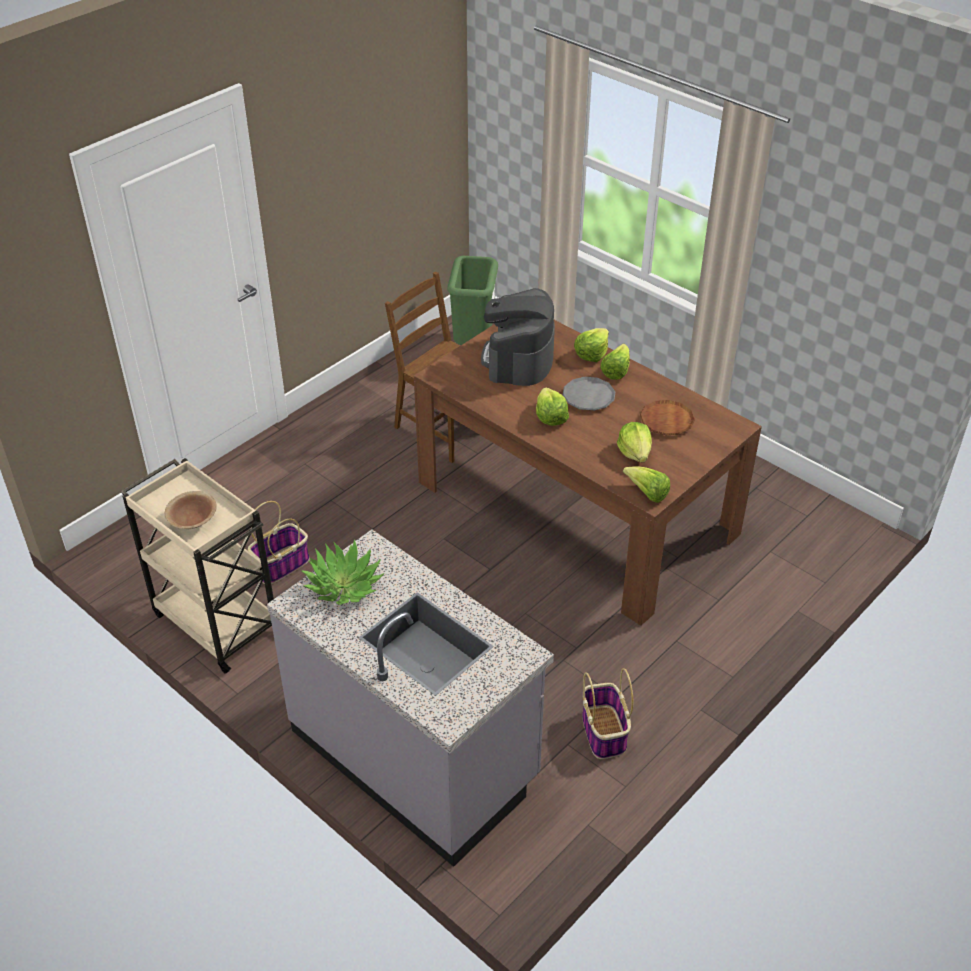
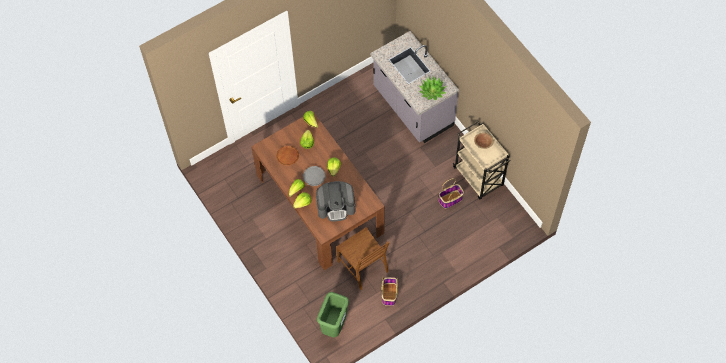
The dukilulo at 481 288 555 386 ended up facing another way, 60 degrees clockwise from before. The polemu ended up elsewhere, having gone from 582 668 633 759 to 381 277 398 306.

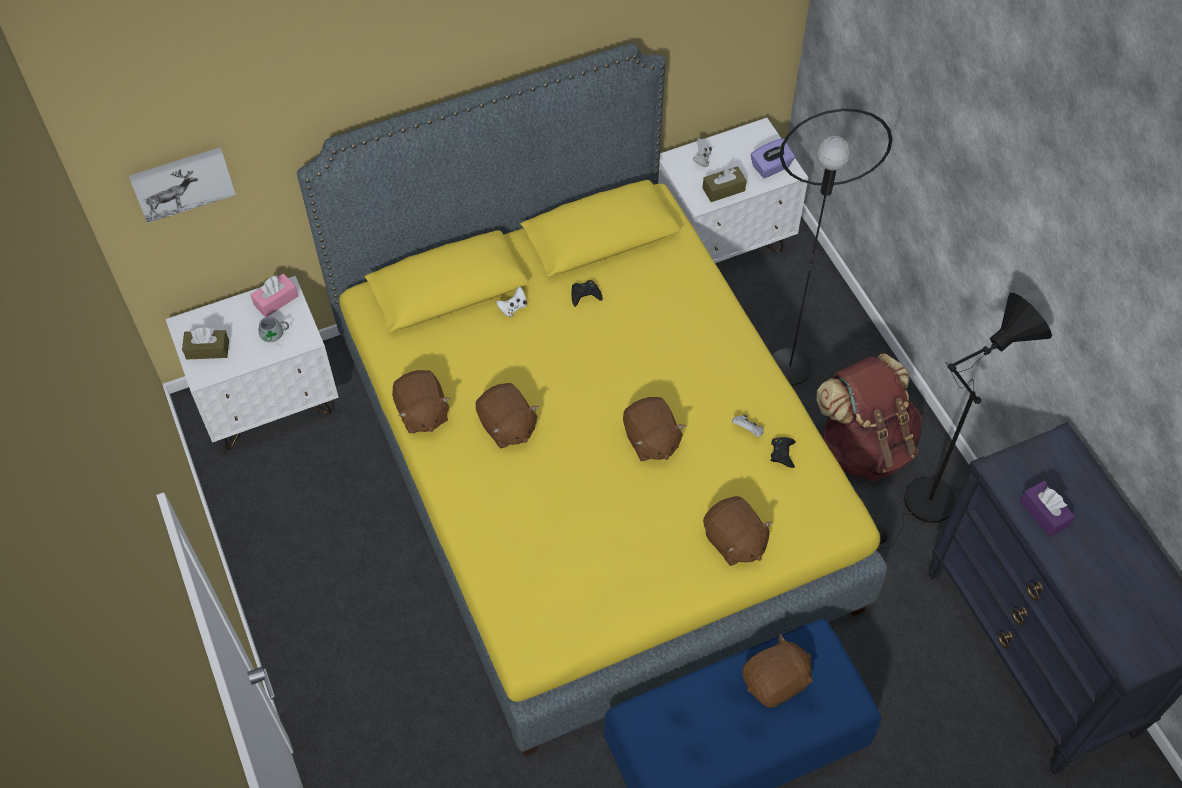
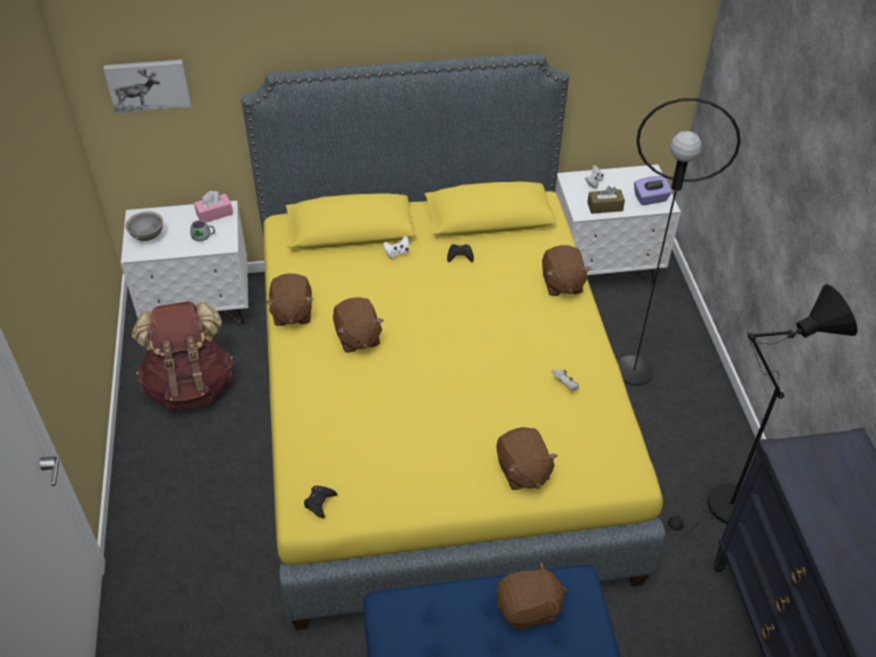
Where the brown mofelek stood at 182 327 229 360, the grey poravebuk came to stand at 125 211 163 241. The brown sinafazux ended up elsewhere, having gone from 623 397 685 461 to 542 245 591 296. The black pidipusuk ended up elsewhere, having gone from 771 437 796 468 to 304 486 337 519. The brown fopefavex ended up elsewhere, having gone from 816 353 922 481 to 132 301 233 410. The second view lost the purple mofelek at 1020 481 1075 537.

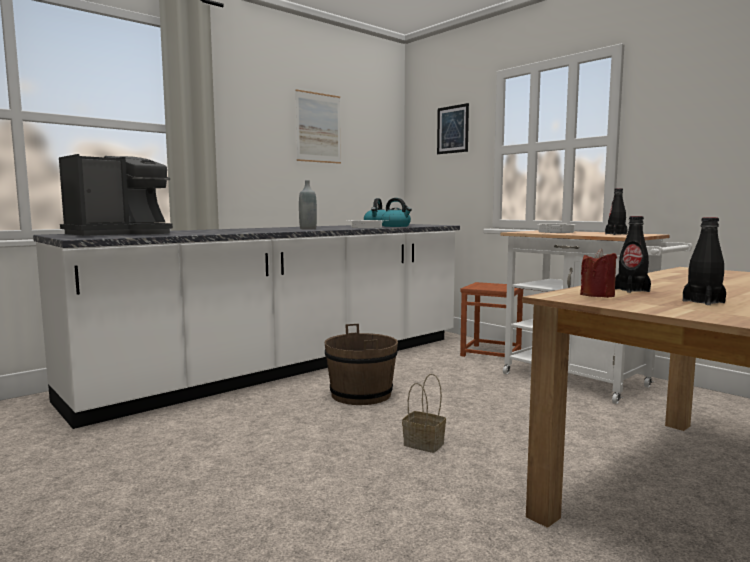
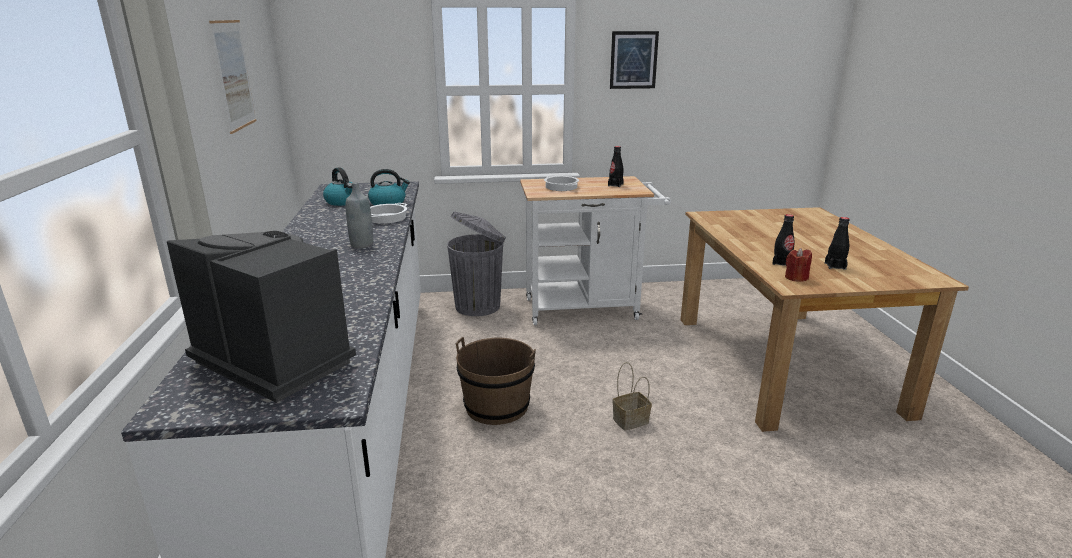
The dukilulo at 59 154 173 236 ended up facing another way, 45 degrees counterclockwise from before. The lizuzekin ended up elsewhere, having gone from 437 103 469 154 to 610 31 659 89. Where the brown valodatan stood at 460 282 523 357, the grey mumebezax came to stand at 447 211 506 316.

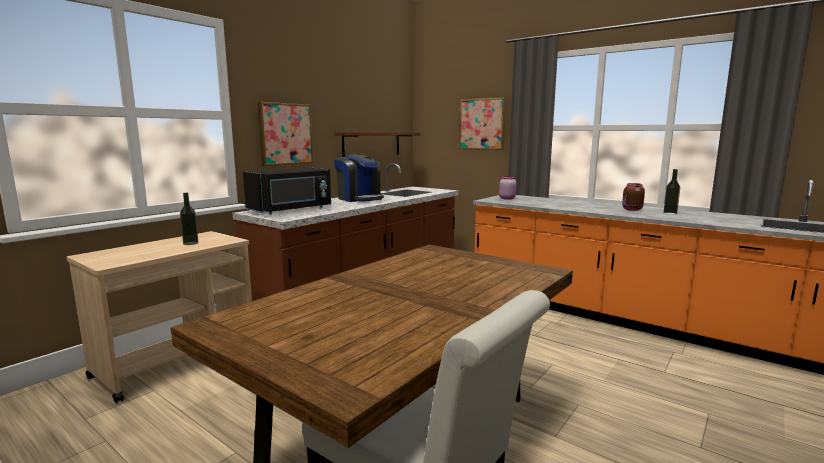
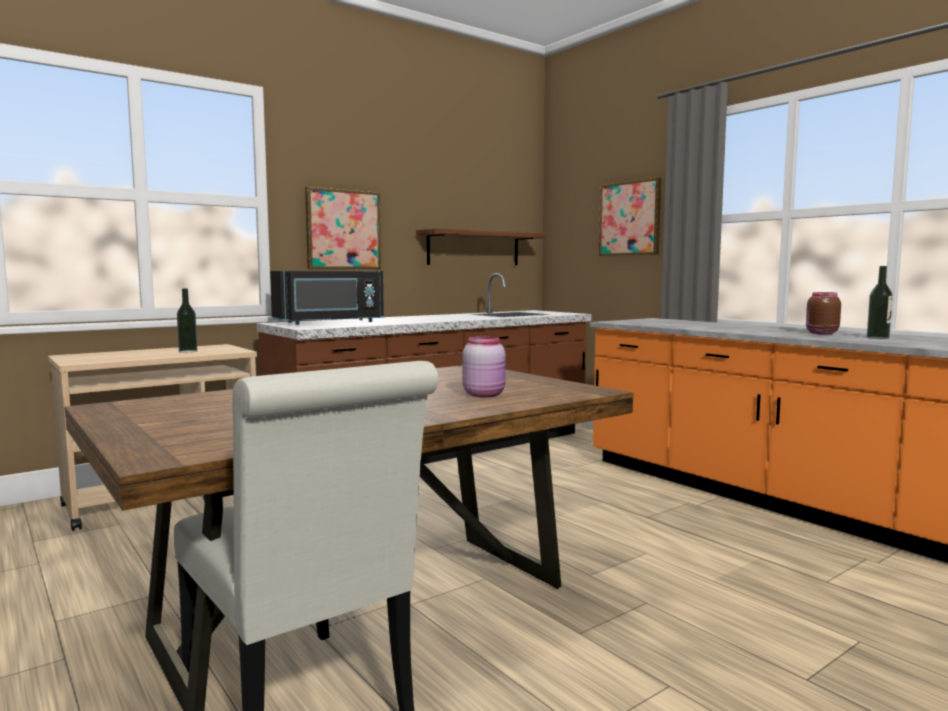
The second view lost the dukilulo at 334 154 384 202. The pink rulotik ended up elsewhere, having gone from 499 176 517 200 to 463 336 506 397.

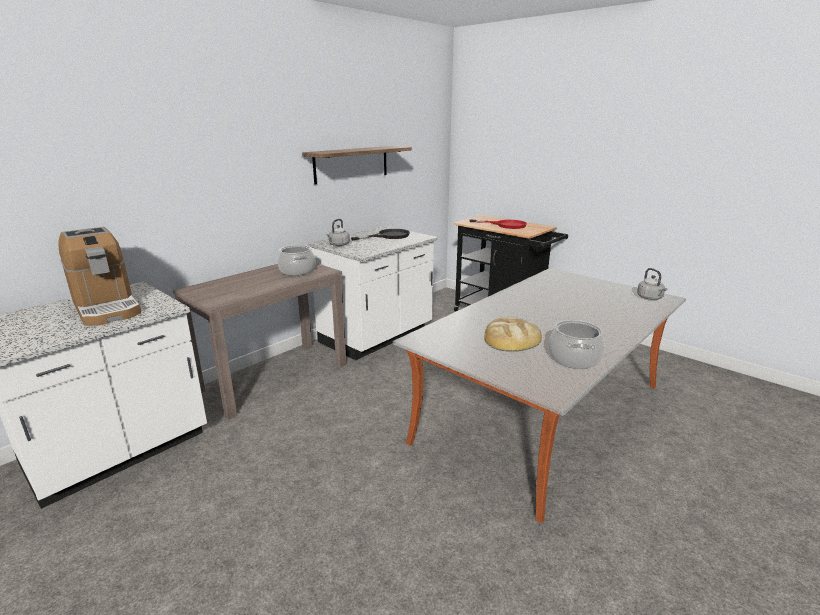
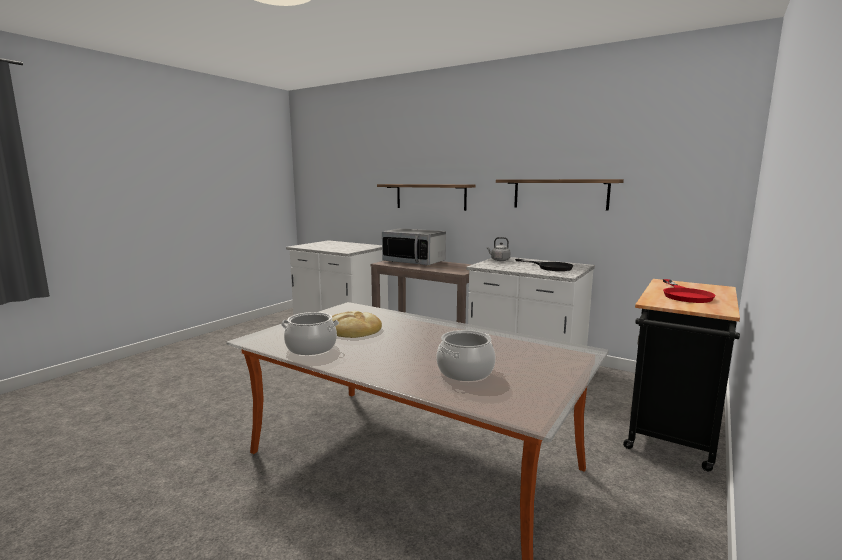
The second view lost the dukilulo at 58 227 141 326. The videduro ended up elsewhere, having gone from 277 245 316 275 to 437 330 495 381. The second view lost the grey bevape at 637 268 667 300. The second view gained the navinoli at 377 184 476 211. The second view gained the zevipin at 382 228 446 266.

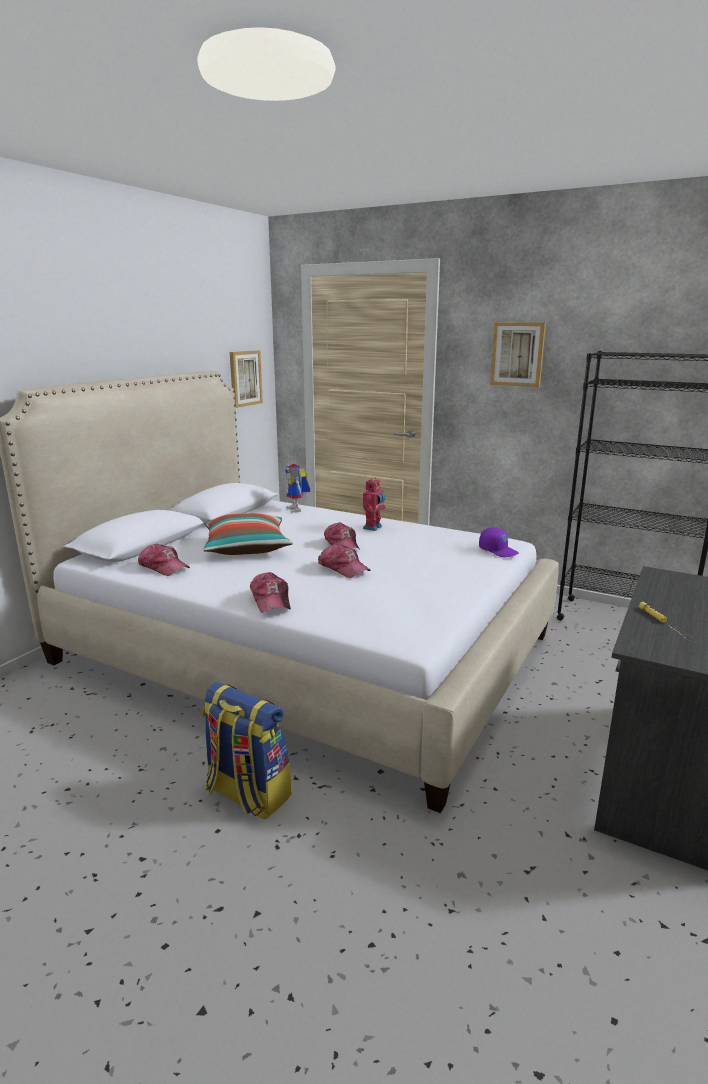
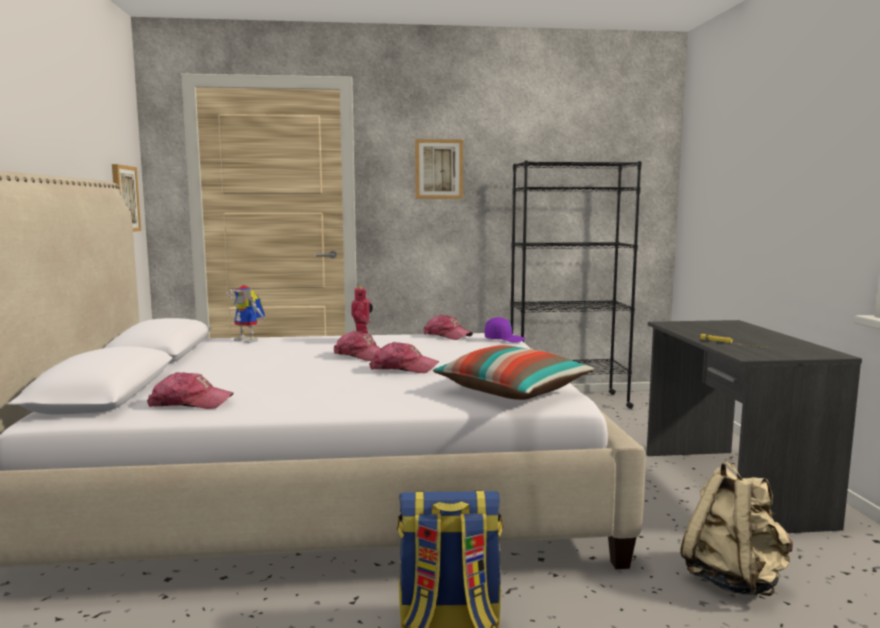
The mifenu ended up elsewhere, having gone from 203 513 293 555 to 433 345 594 400. The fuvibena ended up elsewhere, having gone from 250 572 291 613 to 424 314 473 340. The second view gained the beige fopefavex at 680 461 793 596.

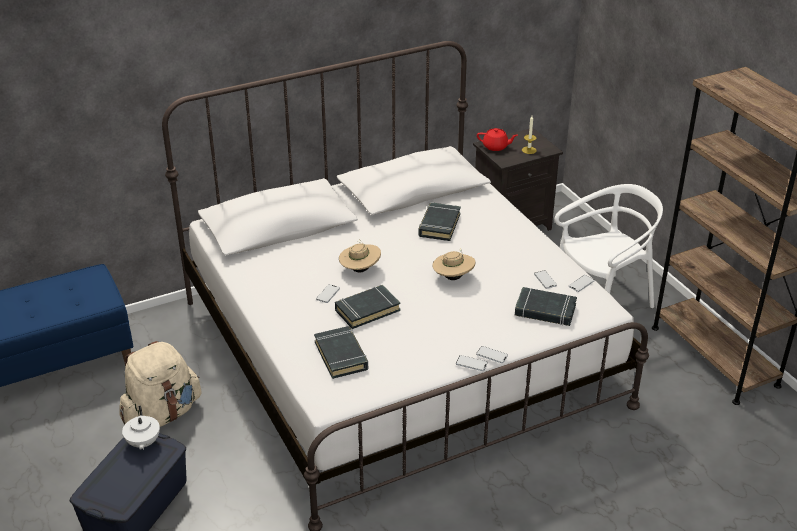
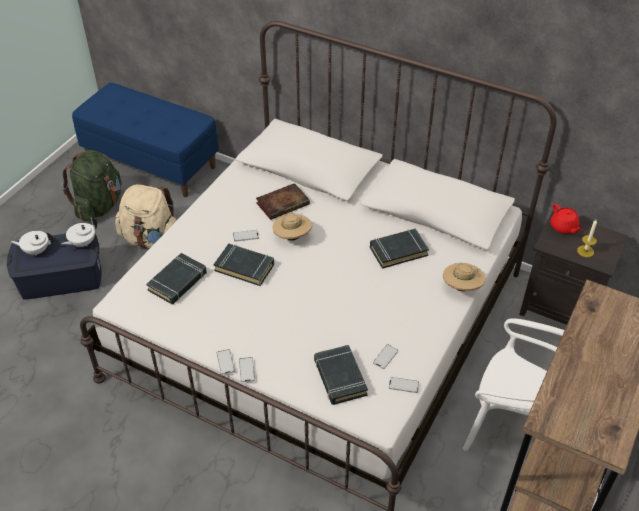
The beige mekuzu ended up elsewhere, having gone from 433 248 476 280 to 443 263 485 291. The second view gained the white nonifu at 11 231 54 256. The second view gained the green fopefavex at 62 150 122 221. The second view gained the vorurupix at 256 183 310 220.

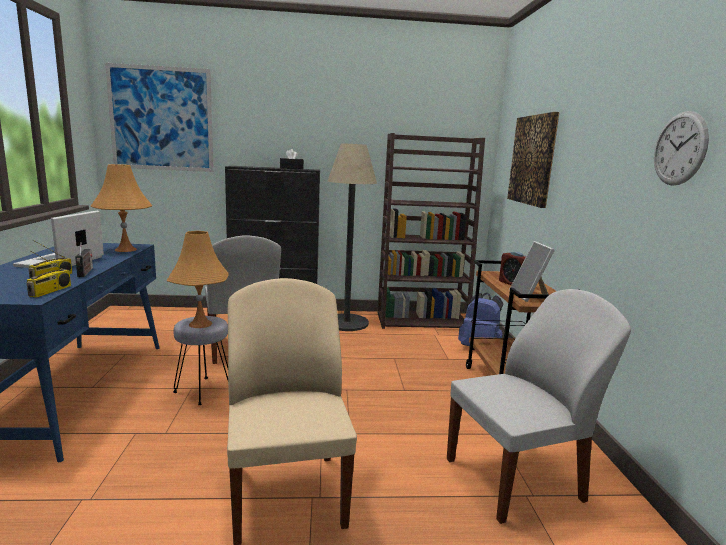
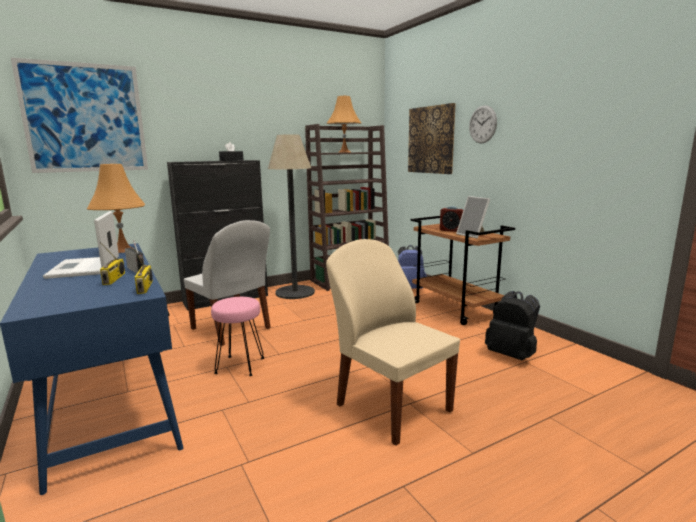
The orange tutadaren ended up elsewhere, having gone from 167 231 229 328 to 327 96 361 153. What was the grey valodatan at 173 316 228 405 turned into the pink valodatan at 211 297 264 376. Where the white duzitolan stood at 447 289 631 524, the black fopefavex came to stand at 485 291 540 360. The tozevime ended up elsewhere, having gone from 654 111 709 186 to 469 105 497 144.

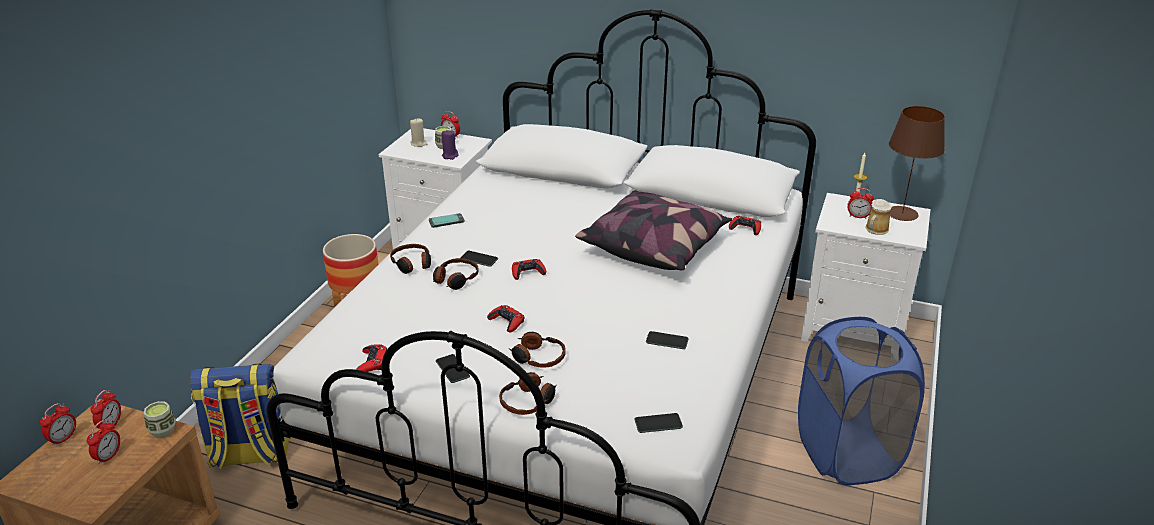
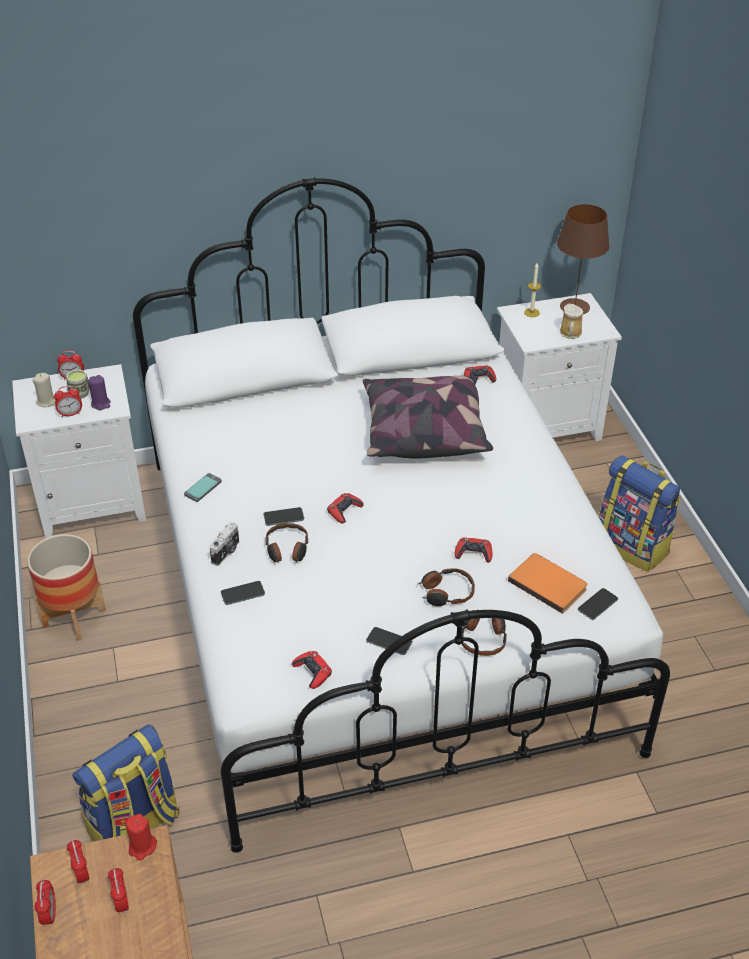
Where the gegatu stood at 144 401 176 438, the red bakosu came to stand at 125 814 157 861. Where the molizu stood at 390 244 431 274, the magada came to stand at 210 522 239 566. The red pidipusuk ended up elsewhere, having gone from 487 305 524 332 to 455 537 493 562. The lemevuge ended up elsewhere, having gone from 646 331 688 349 to 221 581 265 605. Where the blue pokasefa stood at 798 317 925 485, the fopefavex came to stand at 598 455 681 572. The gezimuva ended up elsewhere, having gone from 848 188 874 219 to 54 386 82 417. The second view gained the orange vorurupix at 508 553 587 614.

